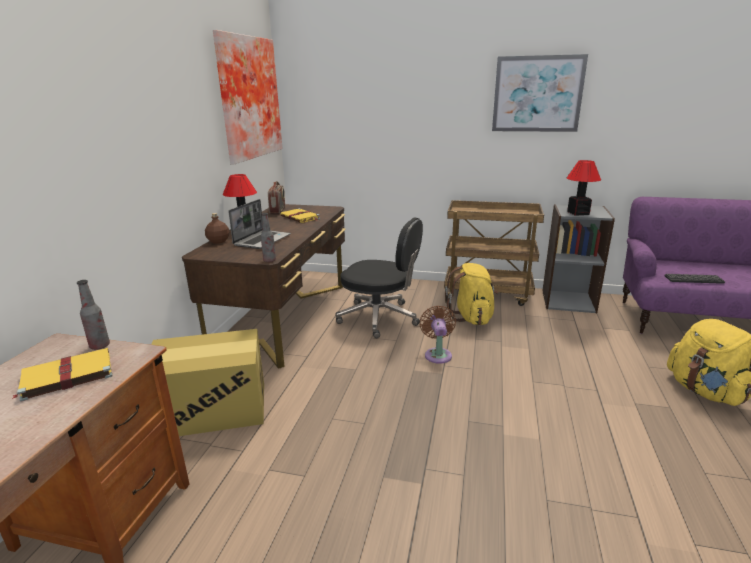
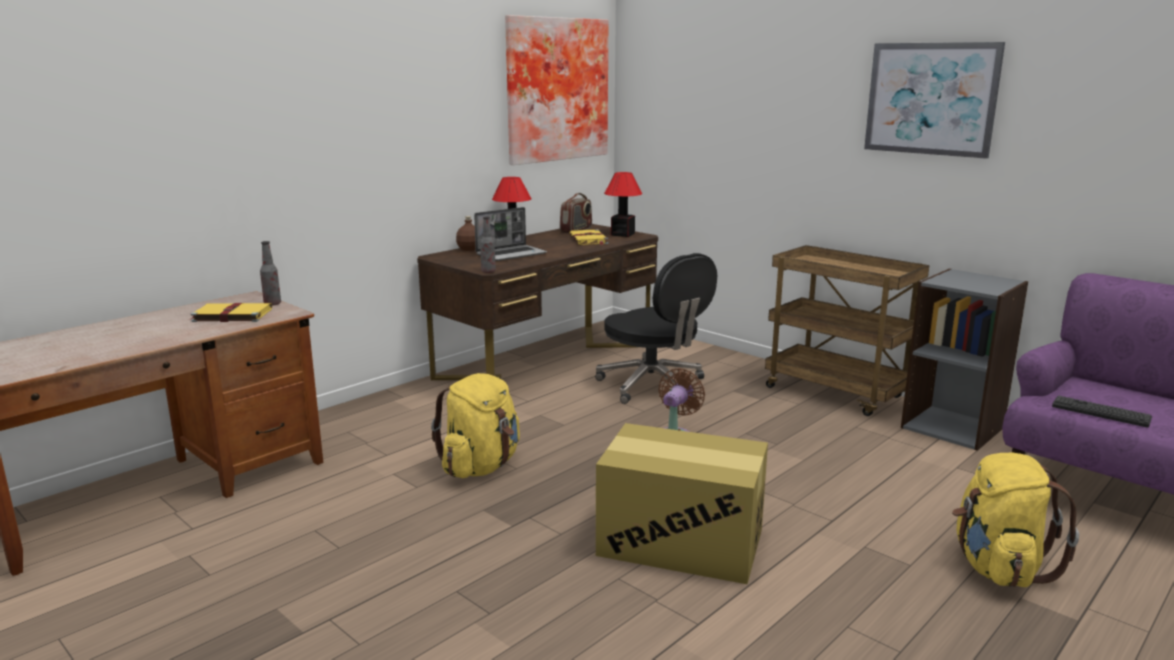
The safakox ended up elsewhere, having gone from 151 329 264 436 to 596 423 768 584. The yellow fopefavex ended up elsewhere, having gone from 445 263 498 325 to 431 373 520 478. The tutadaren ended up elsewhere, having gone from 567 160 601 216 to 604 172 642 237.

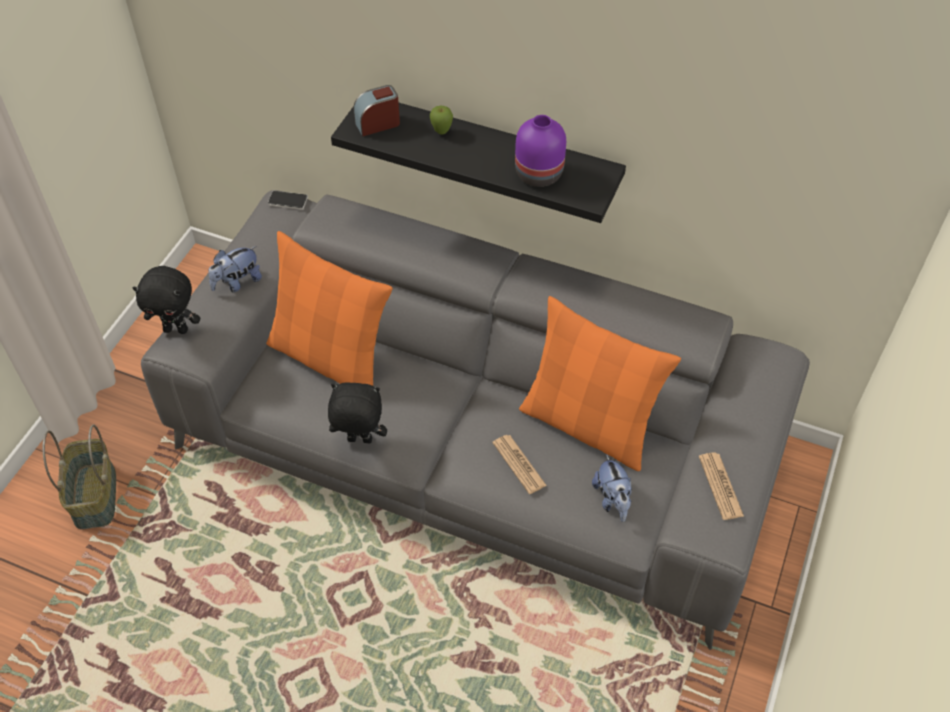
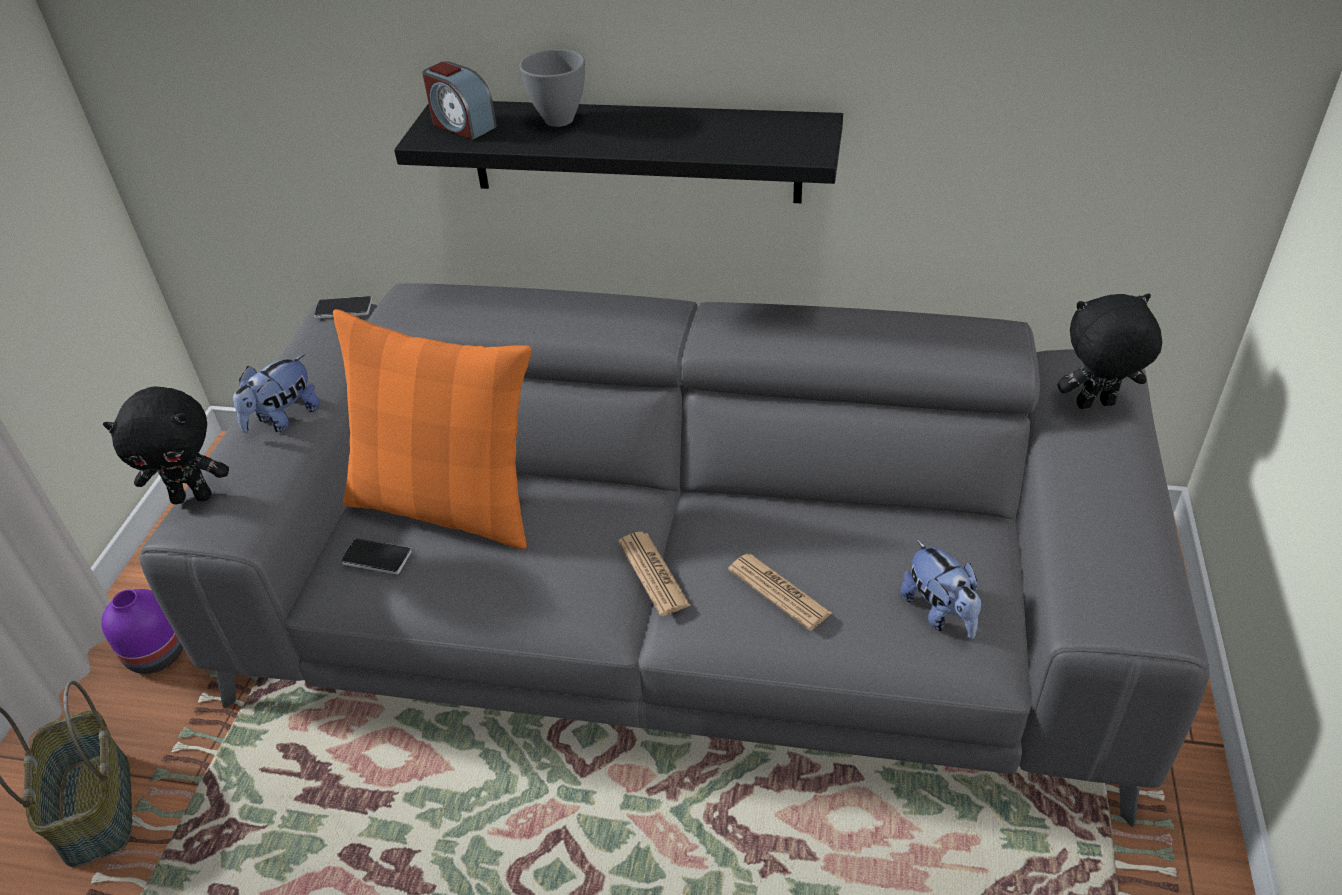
The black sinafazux ended up elsewhere, having gone from 328 382 387 443 to 1057 294 1162 409. The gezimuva at 354 85 400 136 ended up facing another way, 105 degrees counterclockwise from before. Where the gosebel stood at 430 106 453 135, the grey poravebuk came to stand at 519 49 585 127. The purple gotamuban ended up elsewhere, having gone from 515 115 566 187 to 101 589 183 674. The second view lost the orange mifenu at 519 296 681 471. The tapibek ended up elsewhere, having gone from 699 452 744 520 to 618 532 691 616. The second view gained the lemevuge at 341 538 412 574.

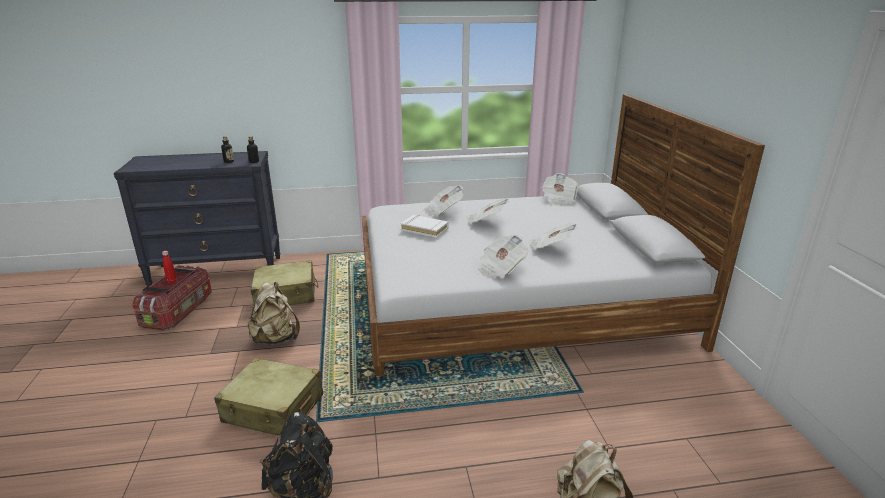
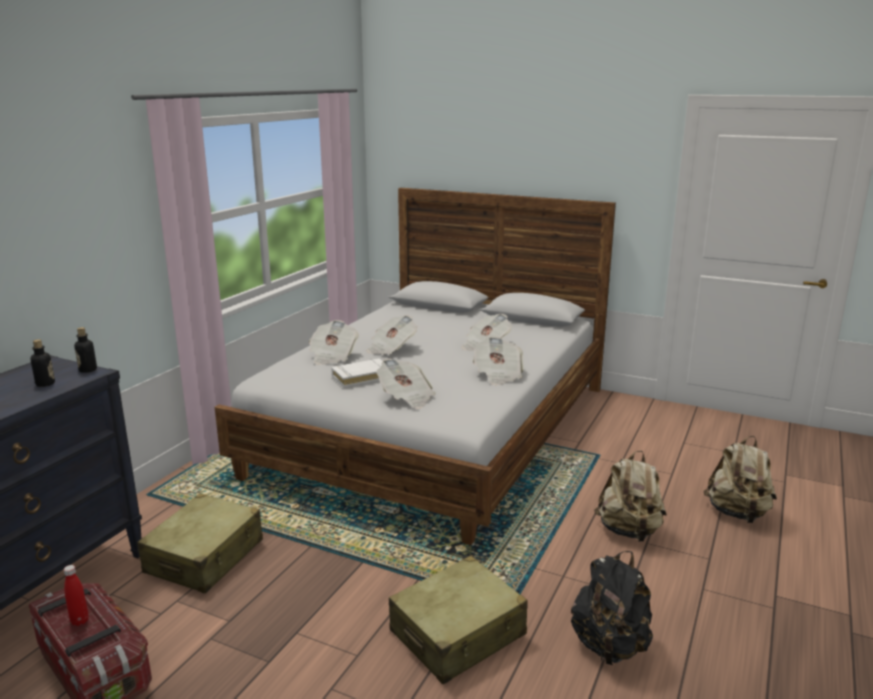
The beige fopefavex ended up elsewhere, having gone from 248 282 300 345 to 594 450 667 542. The tapibek ended up elsewhere, having gone from 541 173 579 206 to 376 358 436 409.

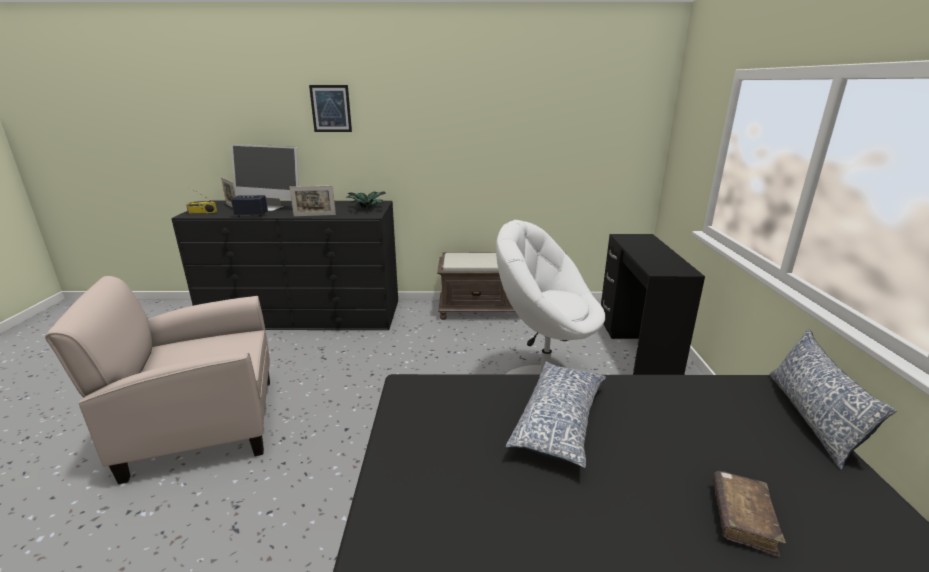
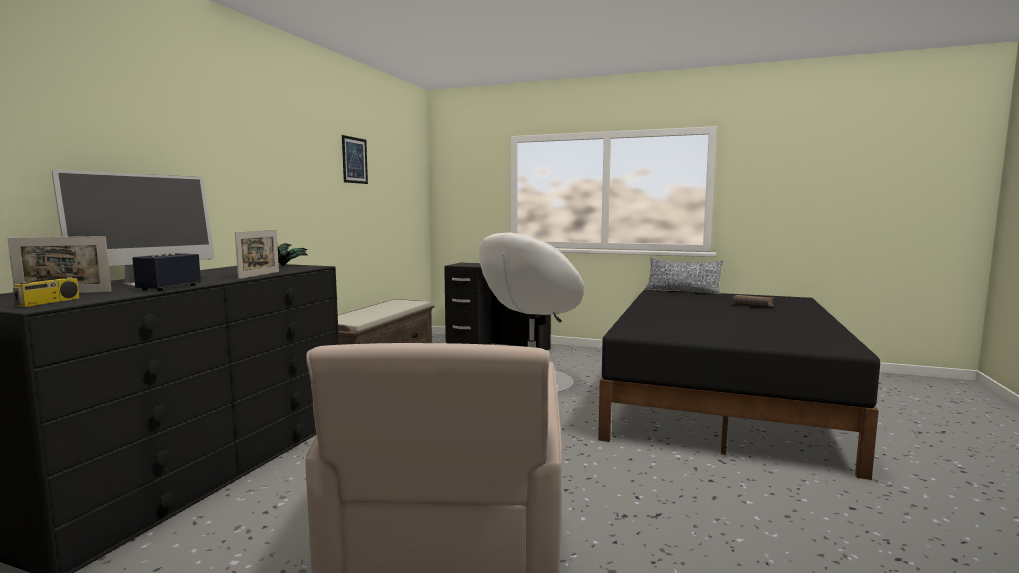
The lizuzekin ended up elsewhere, having gone from 309 85 352 132 to 342 135 368 184. The second view lost the mifenu at 505 362 606 468.

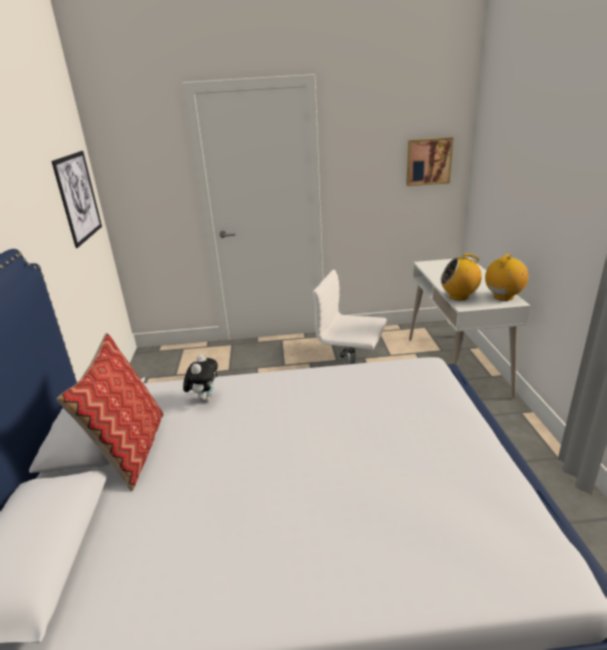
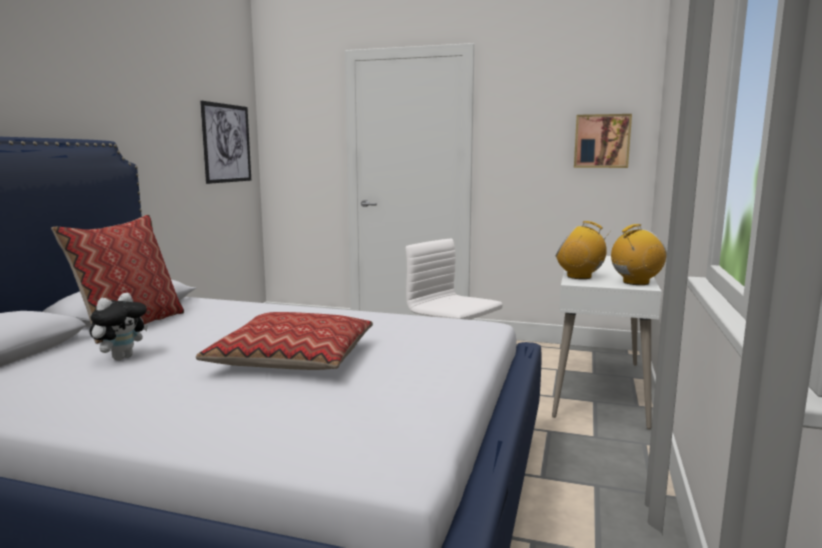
The sinafazux ended up elsewhere, having gone from 183 354 218 402 to 90 293 148 360. The second view gained the mifenu at 196 312 373 370.

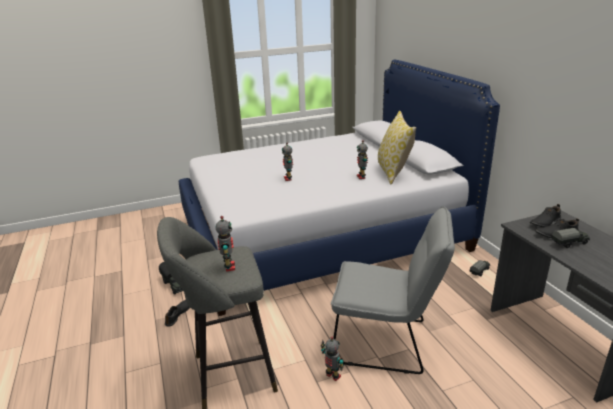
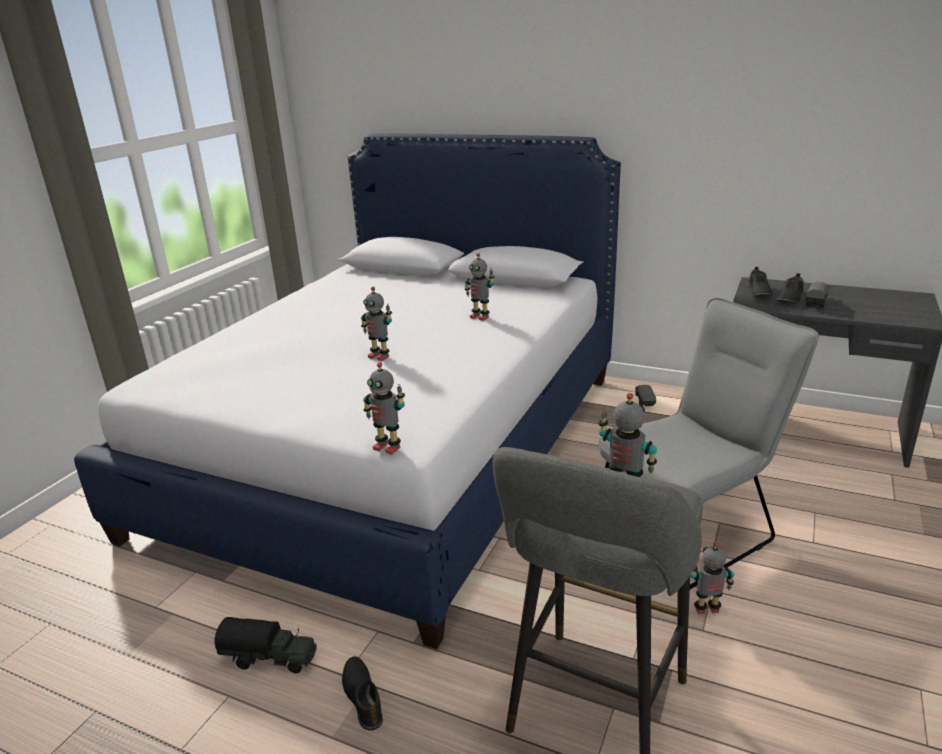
The second view lost the mifenu at 378 111 416 184. The second view gained the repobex at 363 362 405 455.

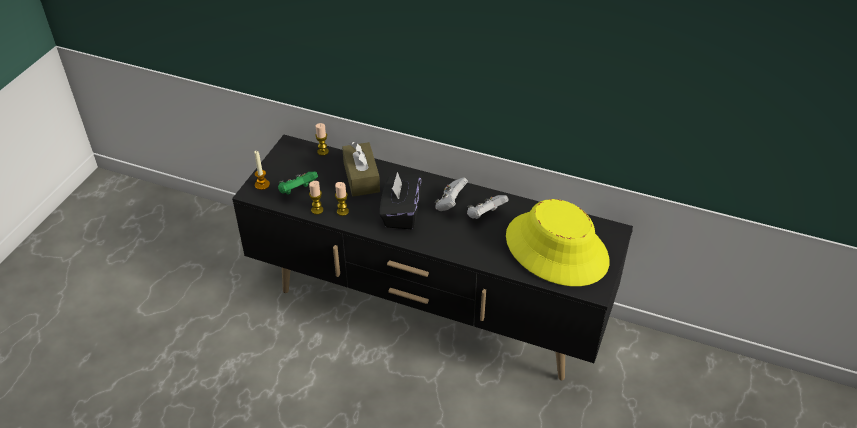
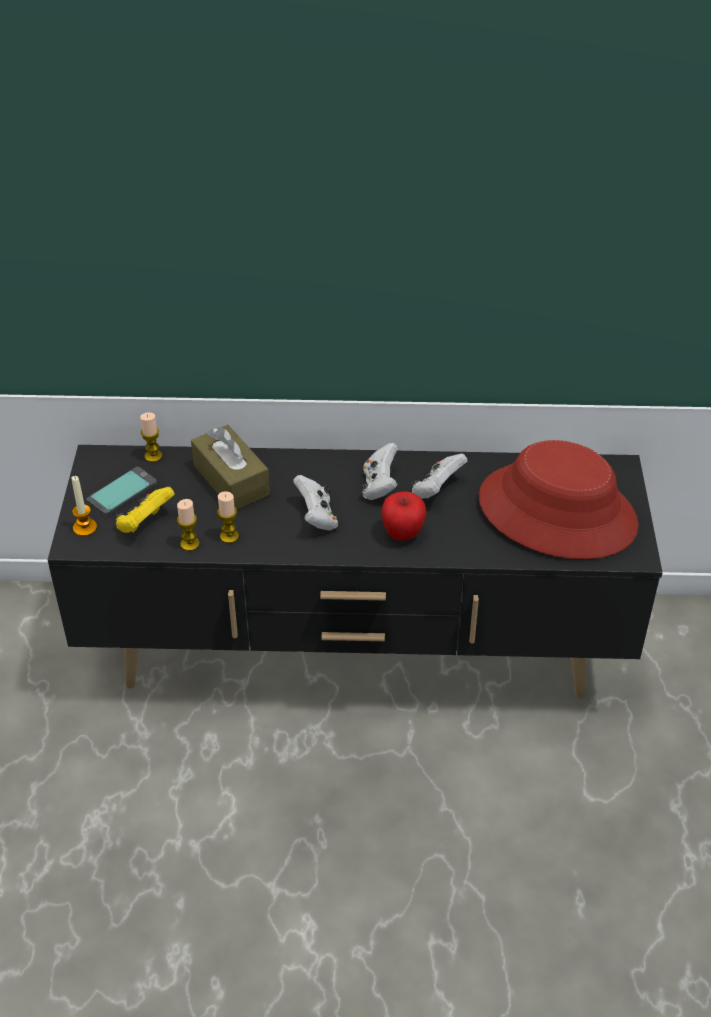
What was the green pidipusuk at 278 172 318 195 turned into the yellow pidipusuk at 115 487 175 533. Where the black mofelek stood at 380 172 422 229, the white pidipusuk came to stand at 293 475 338 531. What was the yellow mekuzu at 506 199 609 286 turned into the red mekuzu at 479 440 639 559. The second view gained the lemevuge at 87 467 157 516. The second view gained the gosebel at 382 491 426 541.

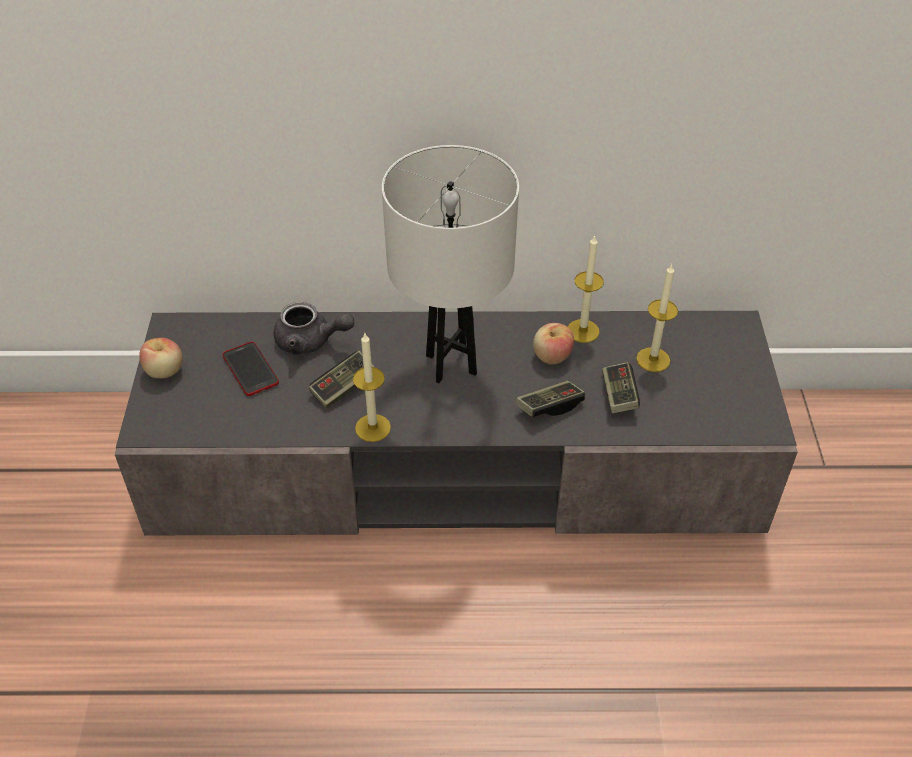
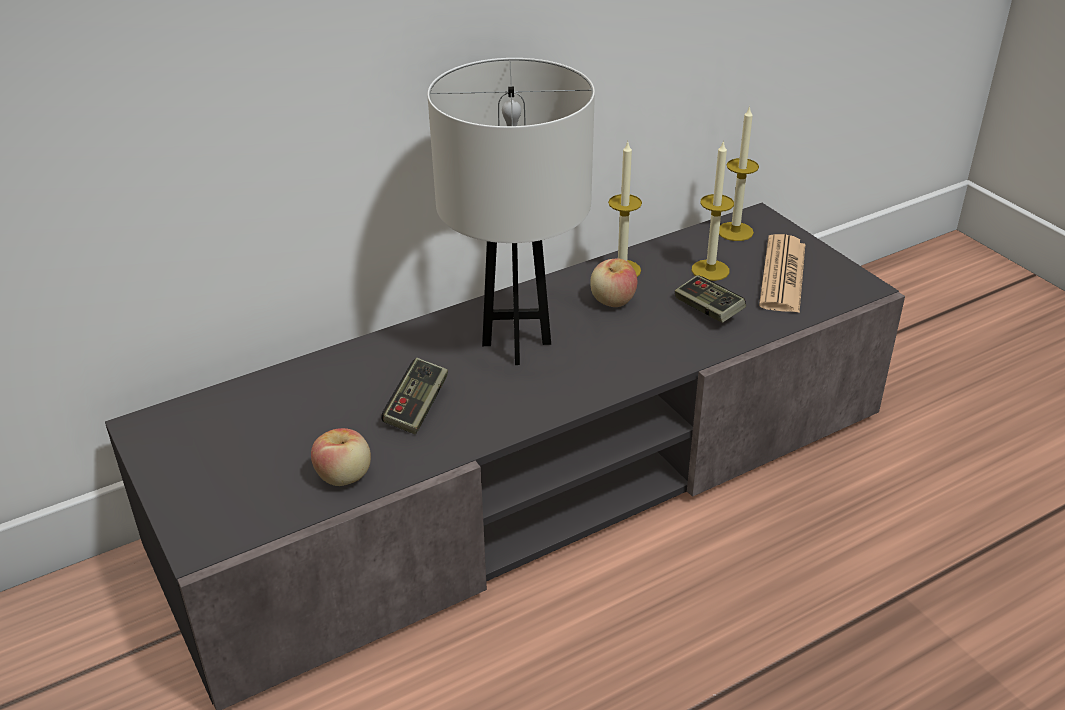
The gosebel ended up elsewhere, having gone from 139 338 182 379 to 311 428 371 486. The second view lost the lemevuge at 223 342 279 396. The second view lost the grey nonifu at 274 302 354 355. The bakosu ended up elsewhere, having gone from 353 332 391 442 to 719 105 759 241. The second view lost the pidipusuk at 516 381 585 417. The second view gained the tapibek at 759 234 805 313.

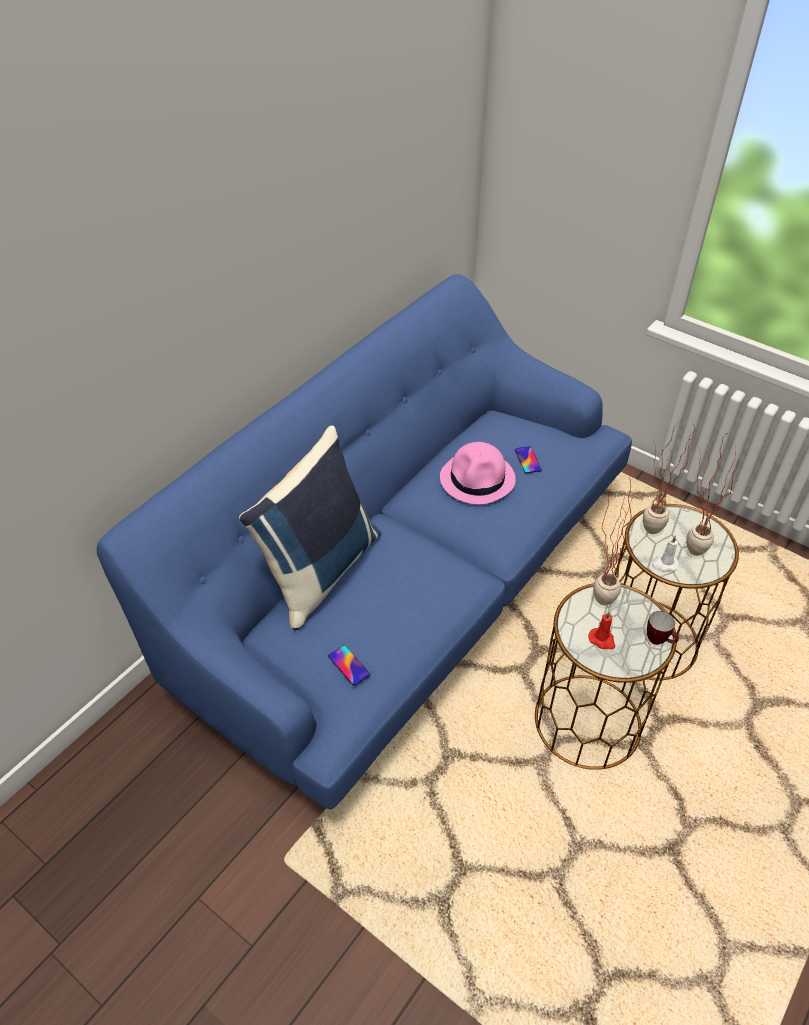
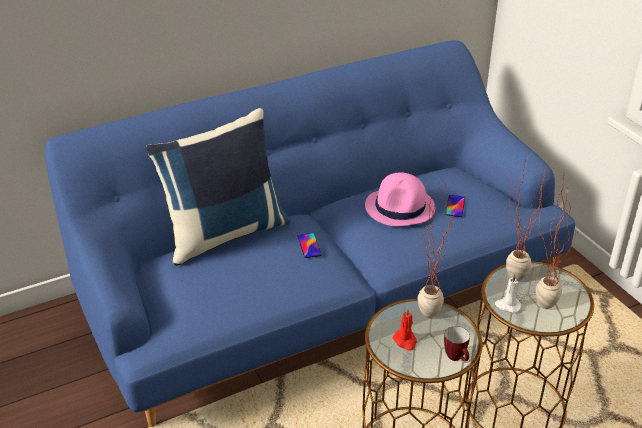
The lemevuge ended up elsewhere, having gone from 328 645 371 686 to 297 233 322 258.

